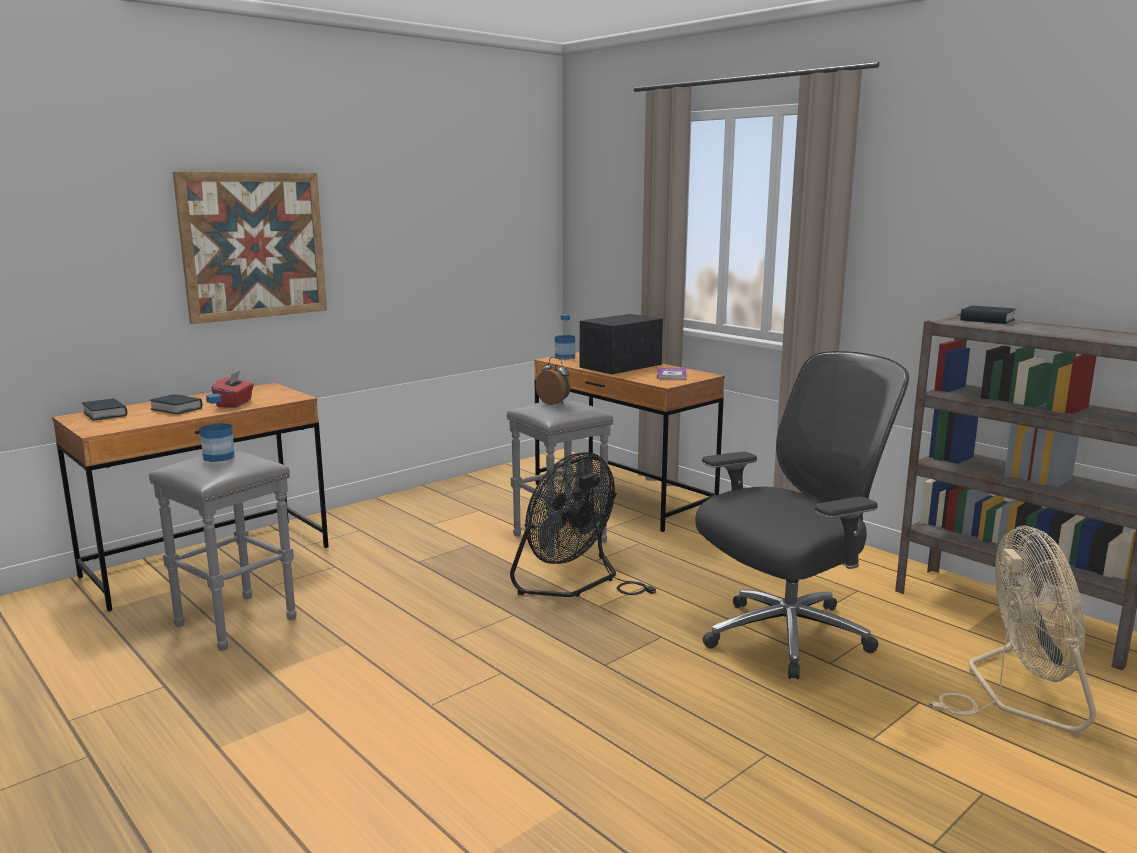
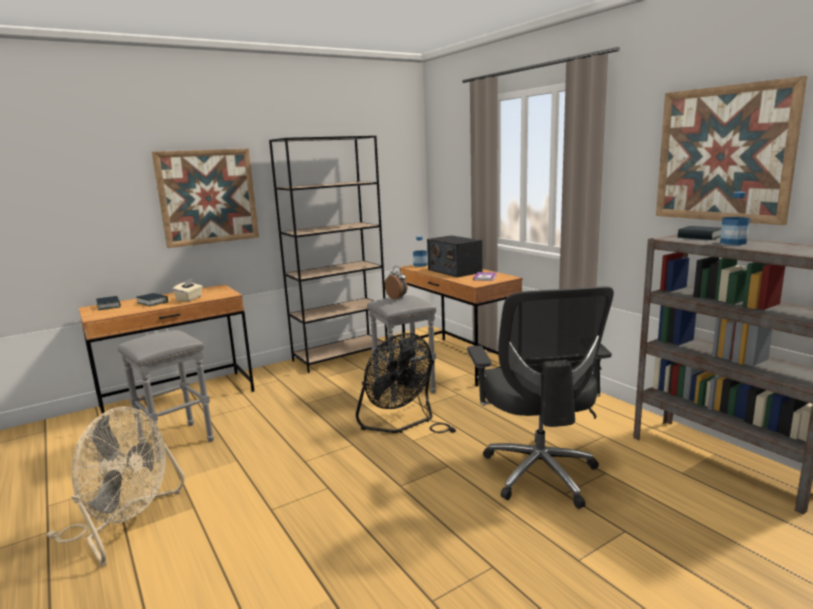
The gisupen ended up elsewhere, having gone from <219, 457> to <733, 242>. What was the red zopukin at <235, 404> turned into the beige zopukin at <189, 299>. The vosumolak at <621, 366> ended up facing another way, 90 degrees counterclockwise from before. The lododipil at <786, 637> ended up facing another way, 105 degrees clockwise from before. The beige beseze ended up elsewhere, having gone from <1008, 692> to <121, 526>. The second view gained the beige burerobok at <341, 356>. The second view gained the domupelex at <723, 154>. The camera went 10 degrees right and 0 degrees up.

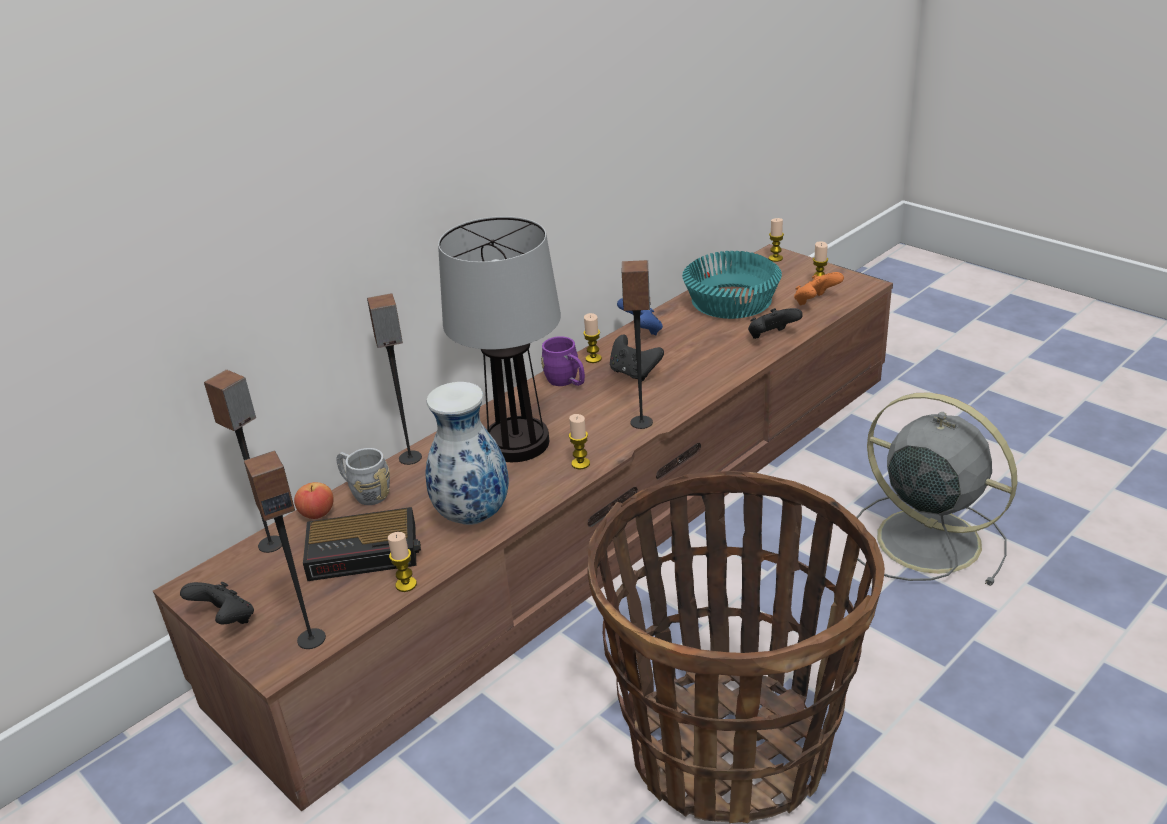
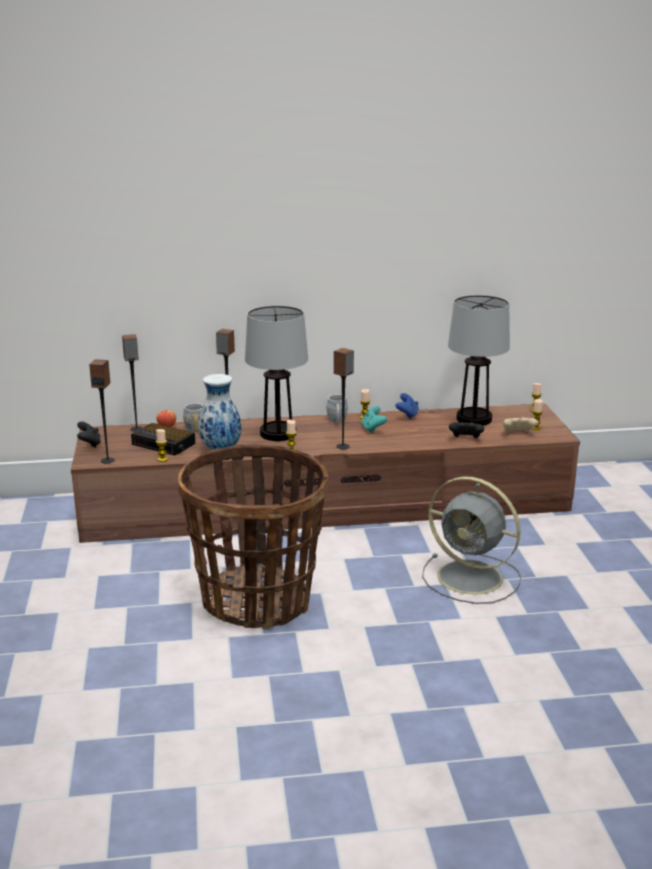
What was the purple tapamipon at <566, 382> turned into the grey tapamipon at <337, 421>. What was the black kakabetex at <634, 373> turned into the turquoise kakabetex at <373, 429>. Where the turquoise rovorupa stood at <731, 301>, the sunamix came to stand at <474, 419>. What was the orange kakabetex at <815, 302> turned into the beige kakabetex at <518, 434>. The grey beseze at <924, 538> ended up facing another way, 135 degrees clockwise from before. The camera went 35 degrees right and 10 degrees down.

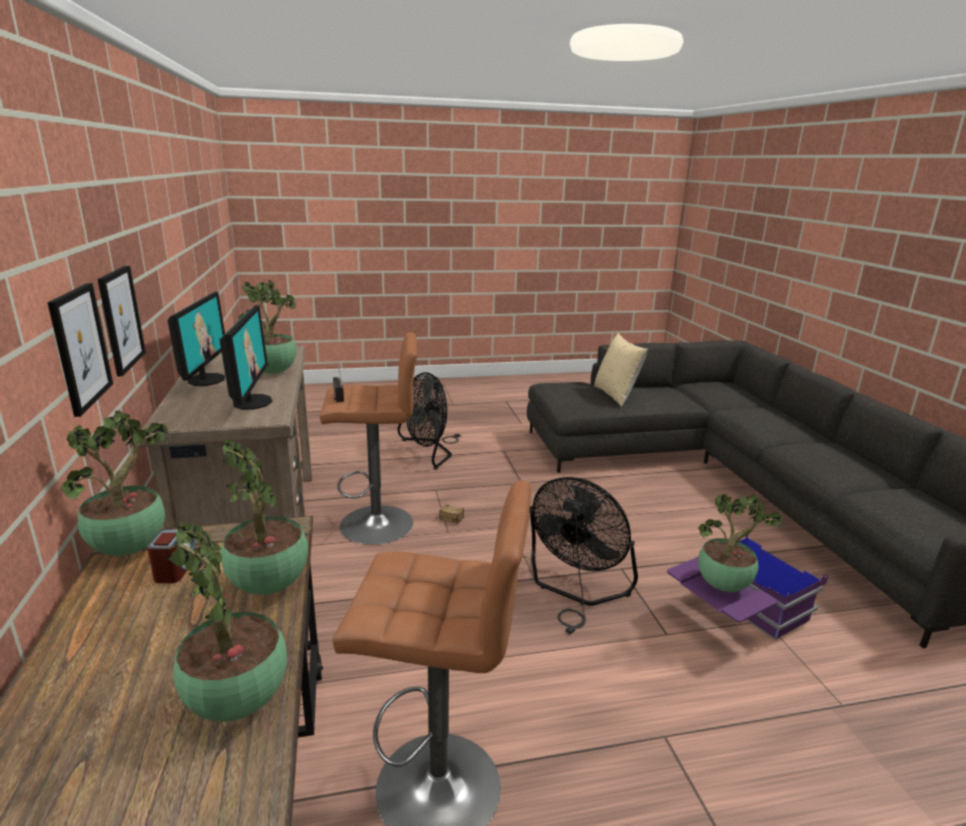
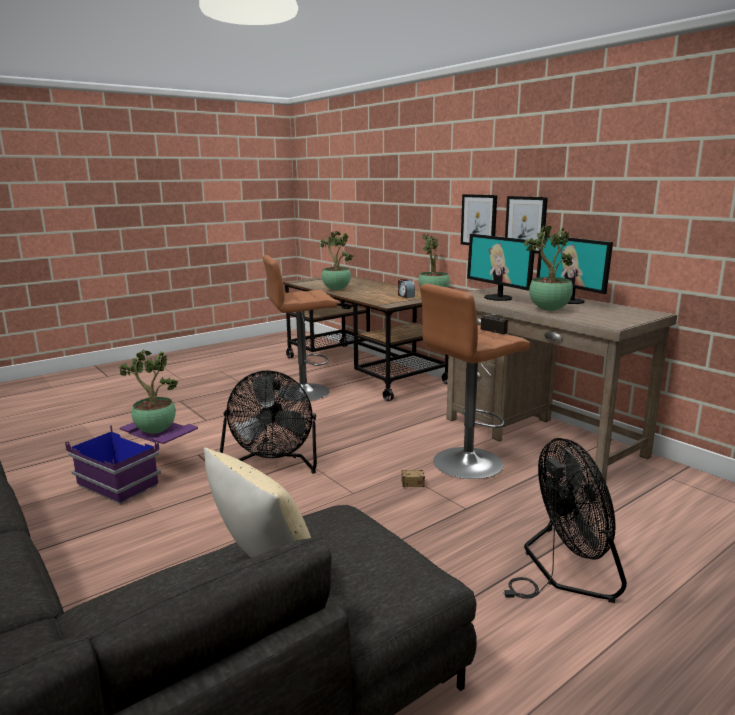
The second view lost the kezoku at <270, 587>. The black beseze at <431, 450> ended up facing another way, 45 degrees clockwise from before. The camera went 155 degrees right and 5 degrees down.

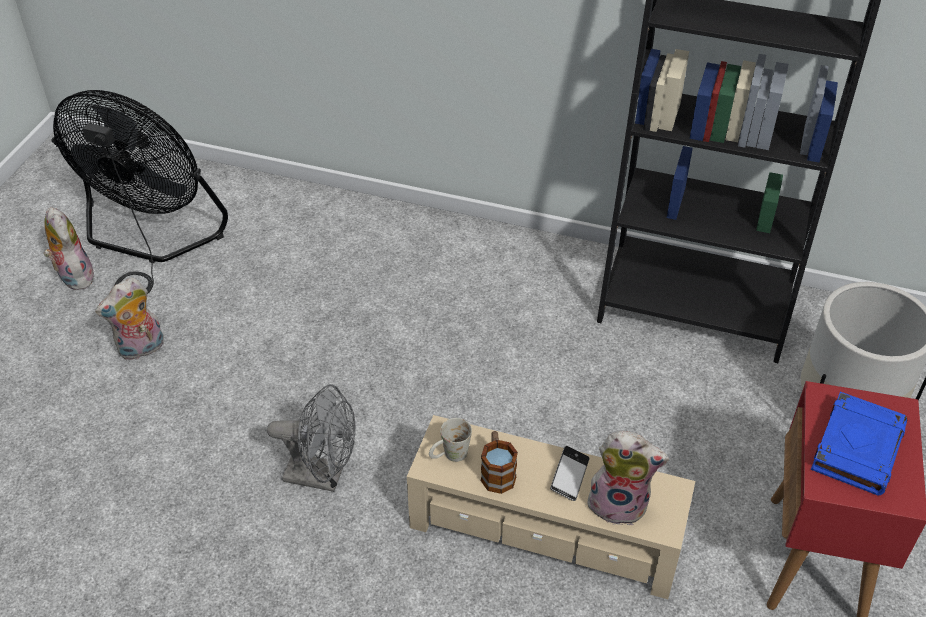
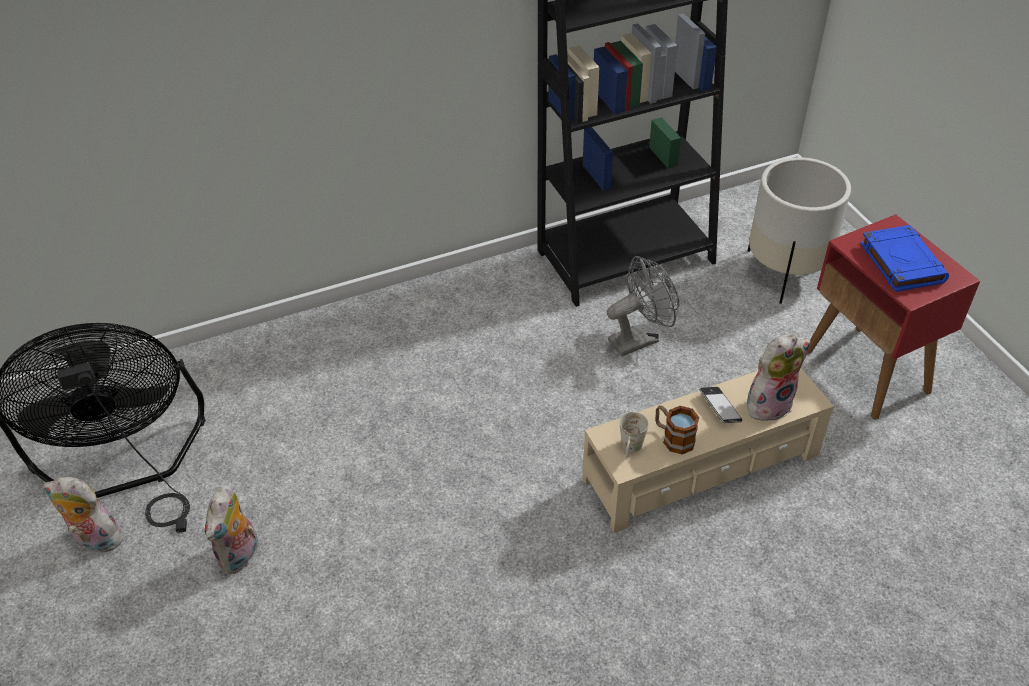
The grey beseze ended up elsewhere, having gone from <323, 476> to <639, 338>. The camera went 40 degrees left and 0 degrees up.

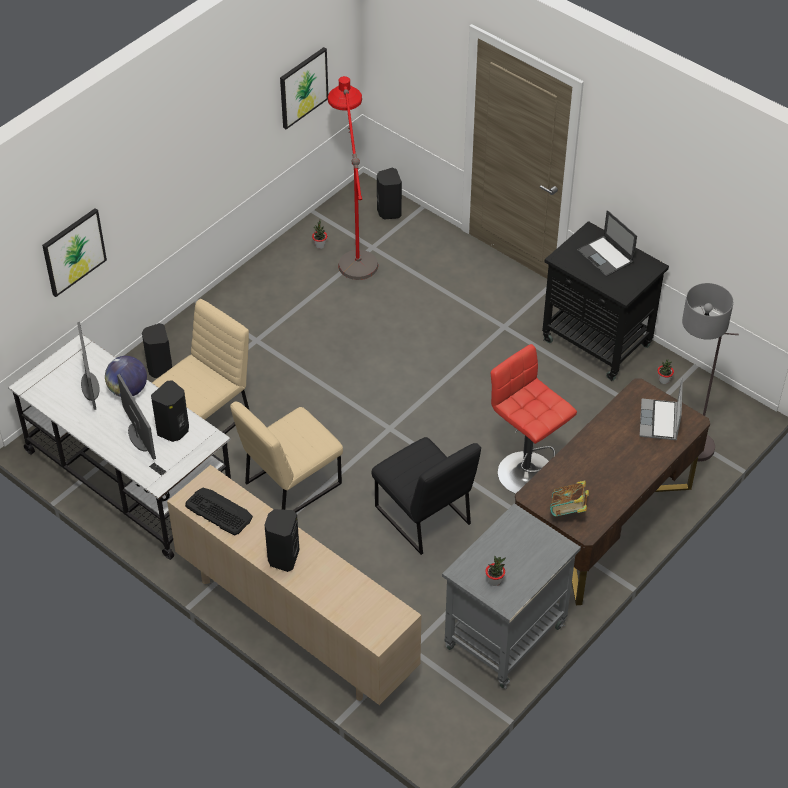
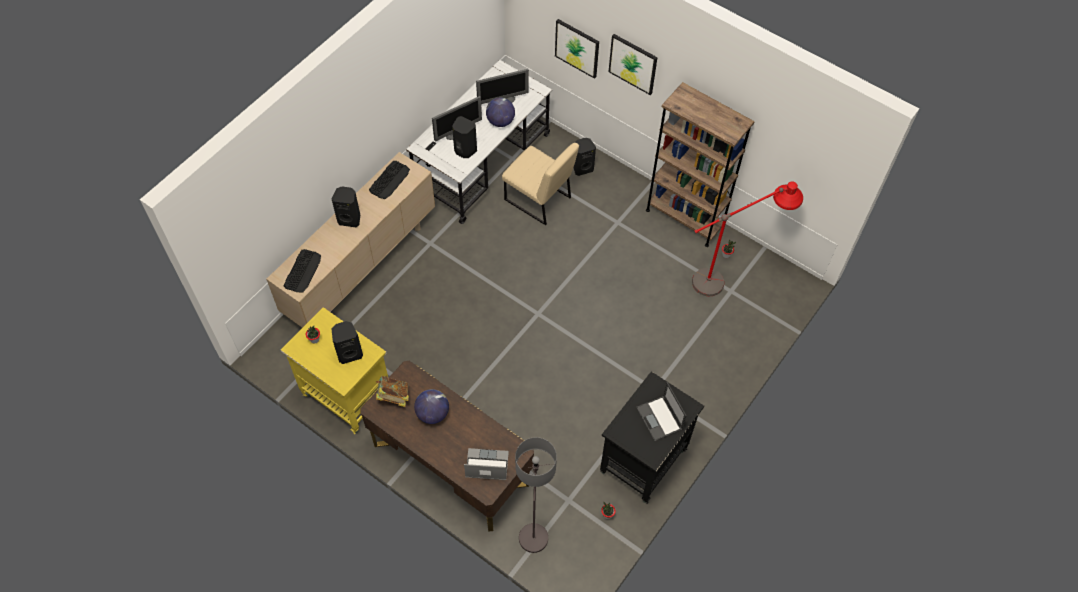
The second view lost the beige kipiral at <290, 484>. The domupelex ended up elsewhere, having gone from <303, 87> to <633, 63>. The second view lost the black kipiral at <424, 517>. The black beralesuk ended up elsewhere, having gone from <388, 212> to <349, 353>. What was the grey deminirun at <504, 638> turned into the yellow deminirun at <346, 395>. The second view lost the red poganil at <525, 473>. The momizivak at <605, 257> ended up facing another way, 75 degrees counterclockwise from before. The second view gained the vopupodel at <303, 271>. The second view gained the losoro at <432, 413>. The second view gained the brown burerobok at <684, 218>. The camera went 85 degrees right and 10 degrees up.

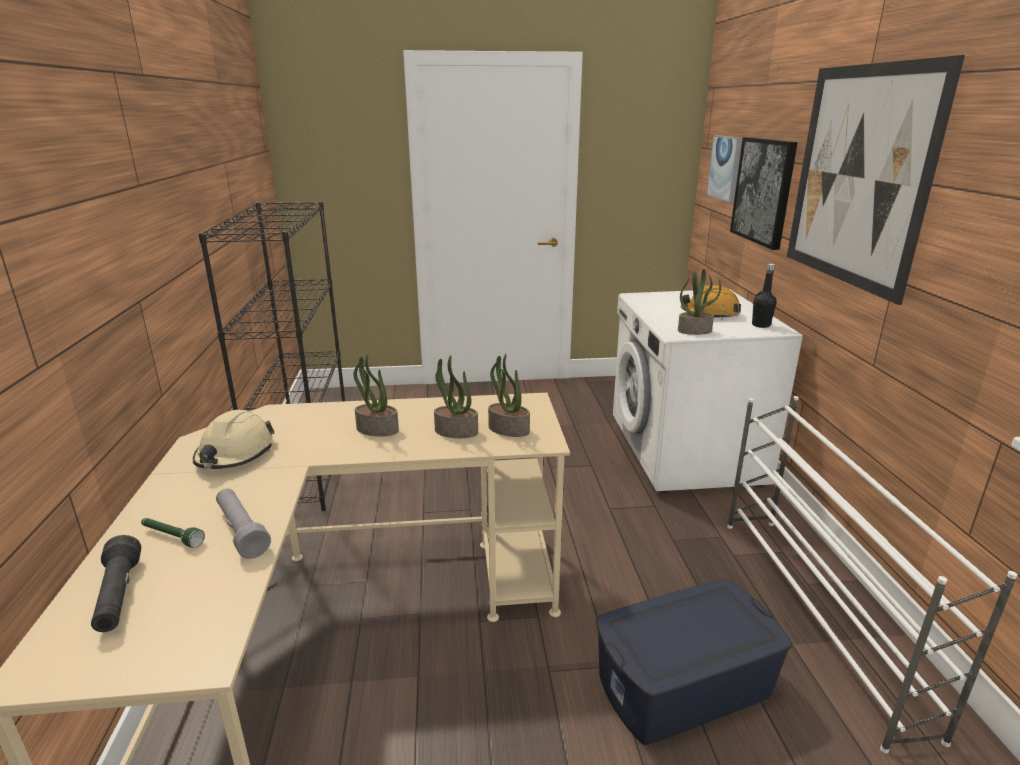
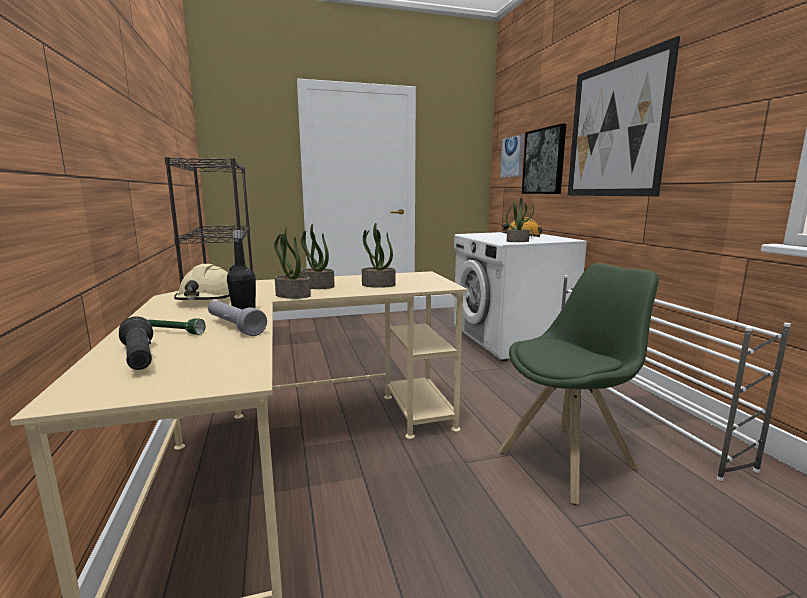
The kezoku ended up elsewhere, having gone from <508, 429> to <292, 295>. Where the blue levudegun stood at <684, 686>, the green kipiral came to stand at <568, 460>. The black gisupen ended up elsewhere, having gone from <761, 325> to <244, 309>. The camera went 10 degrees left and 10 degrees down.

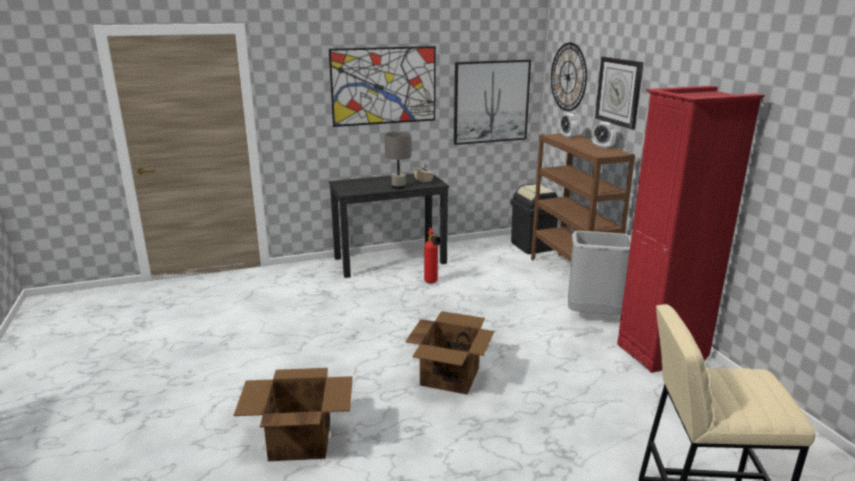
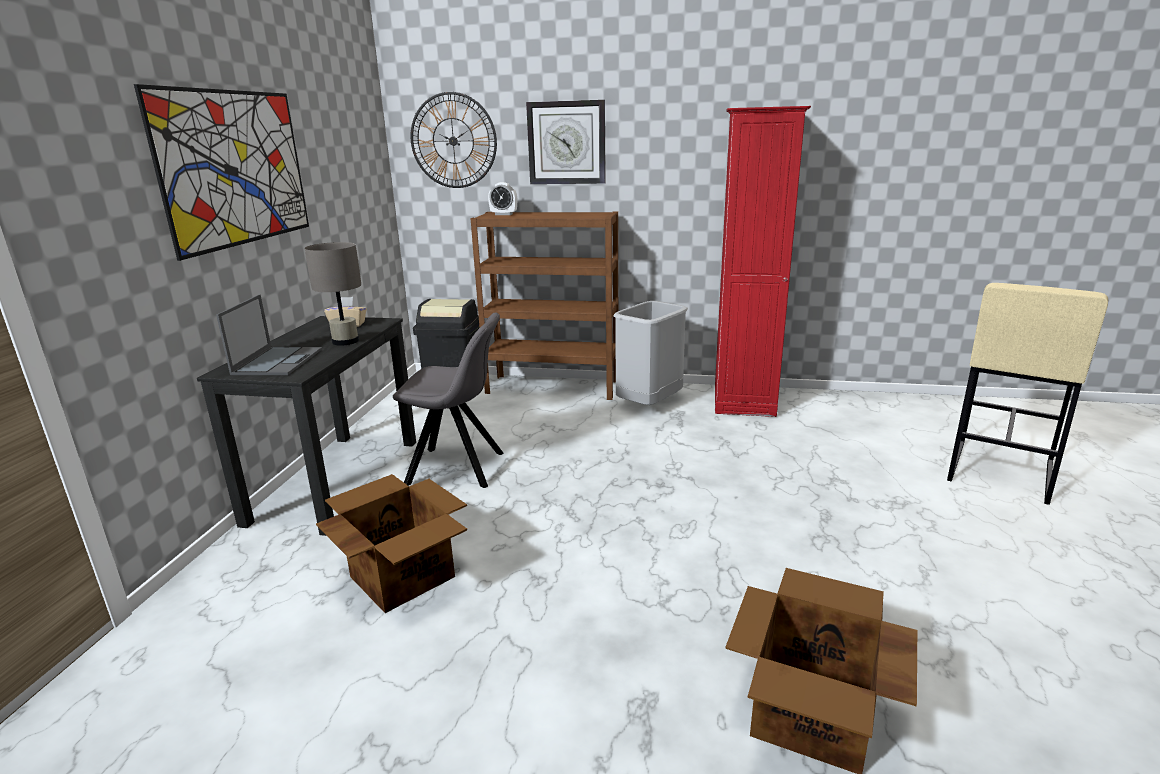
The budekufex ended up elsewhere, having gone from <450, 376> to <402, 576>. Where the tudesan stood at <432, 283>, the grey kipiral came to stand at <457, 468>. The second view lost the domupelex at <491, 102>. The second view lost the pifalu at <602, 147>. The second view gained the momizivak at <278, 361>. The camera went 60 degrees left and 0 degrees up.

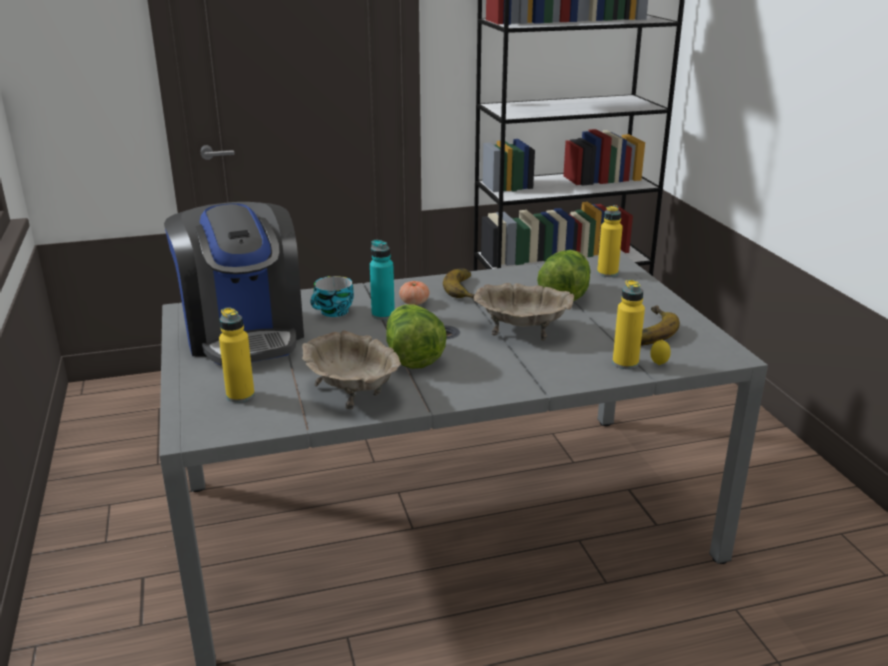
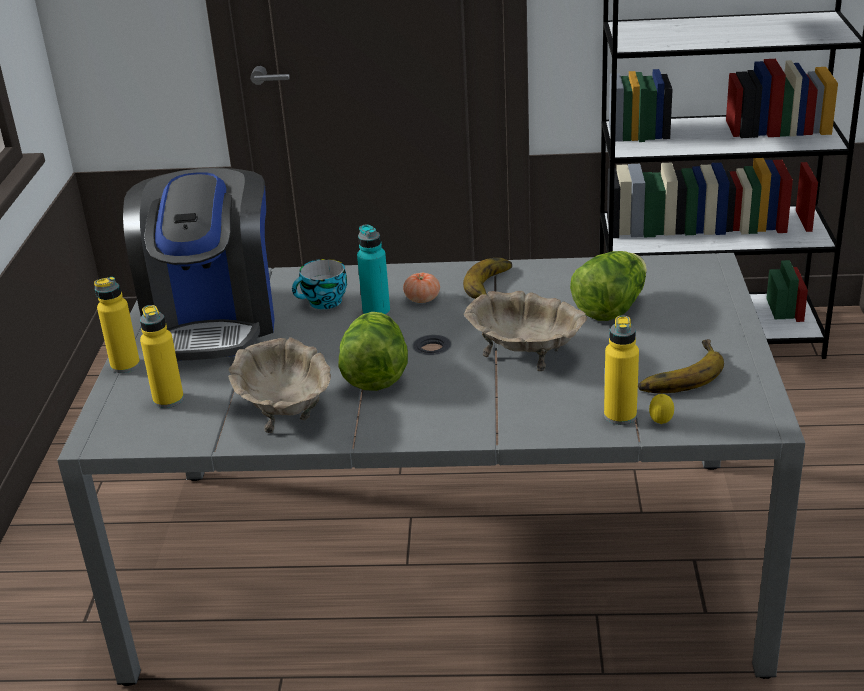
The yellow gisupen ended up elsewhere, having gone from <607, 273> to <125, 365>. The camera went 20 degrees right and 5 degrees up.

